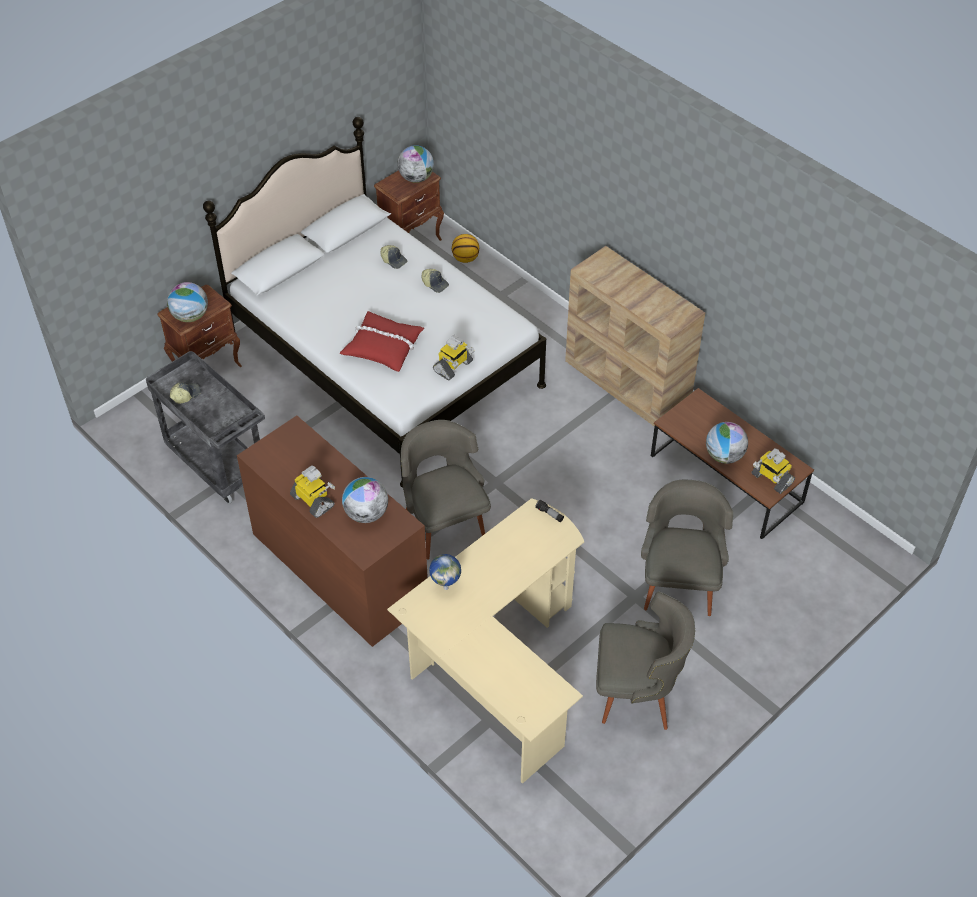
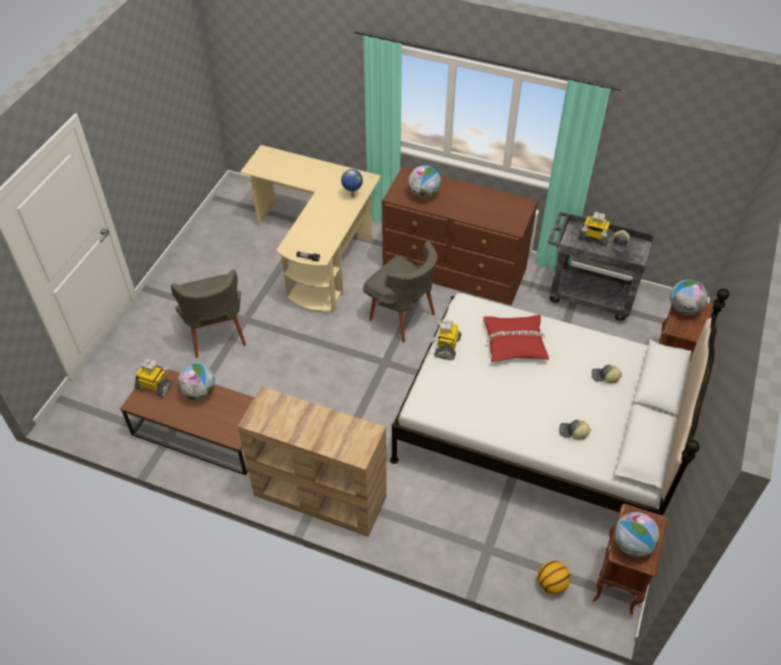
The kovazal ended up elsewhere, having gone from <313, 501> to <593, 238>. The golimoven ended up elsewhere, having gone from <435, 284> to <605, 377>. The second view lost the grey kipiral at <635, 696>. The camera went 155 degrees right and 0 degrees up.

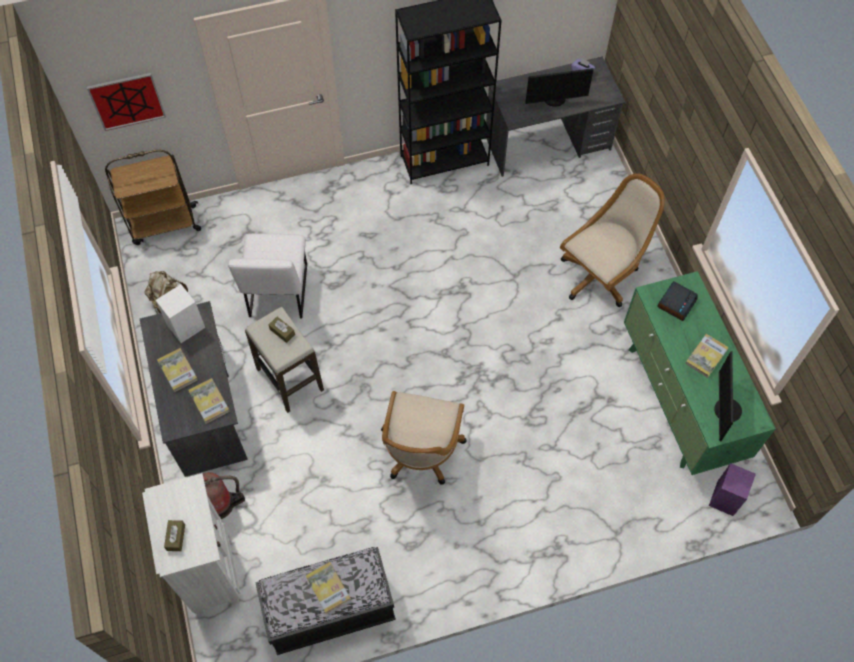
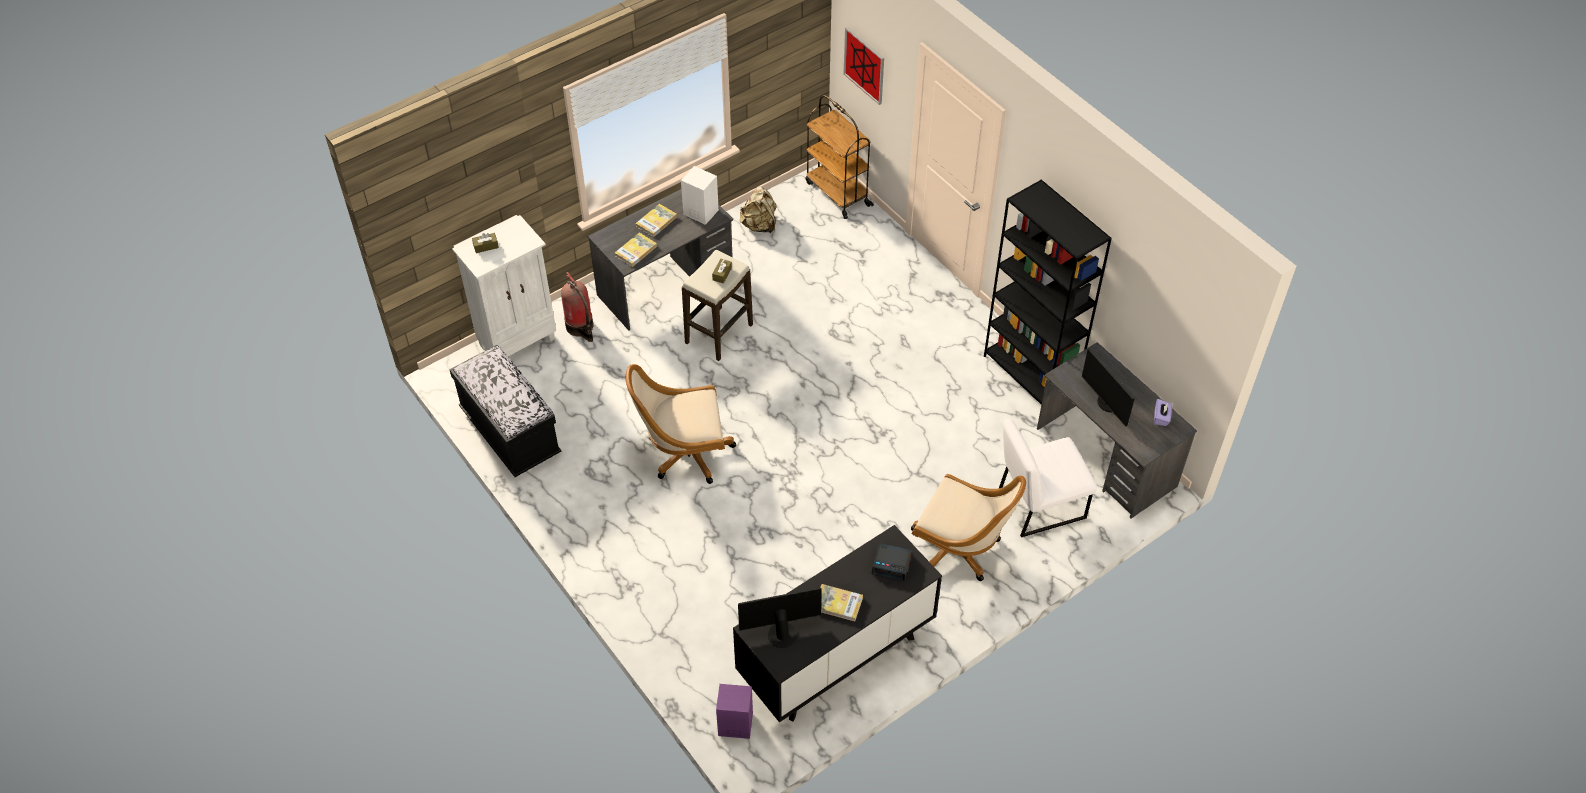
The white kipiral ended up elsewhere, having gone from <277, 292> to <1038, 504>. The second view lost the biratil at <328, 588>. What was the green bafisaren at <680, 399> turned into the black bafisaren at <836, 658>. The camera went 70 degrees right and 10 degrees down.

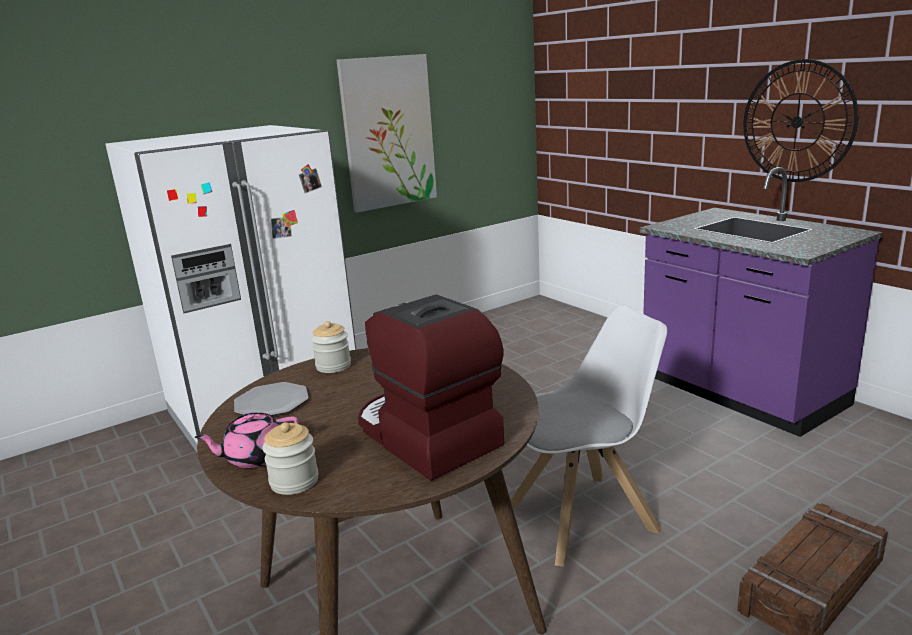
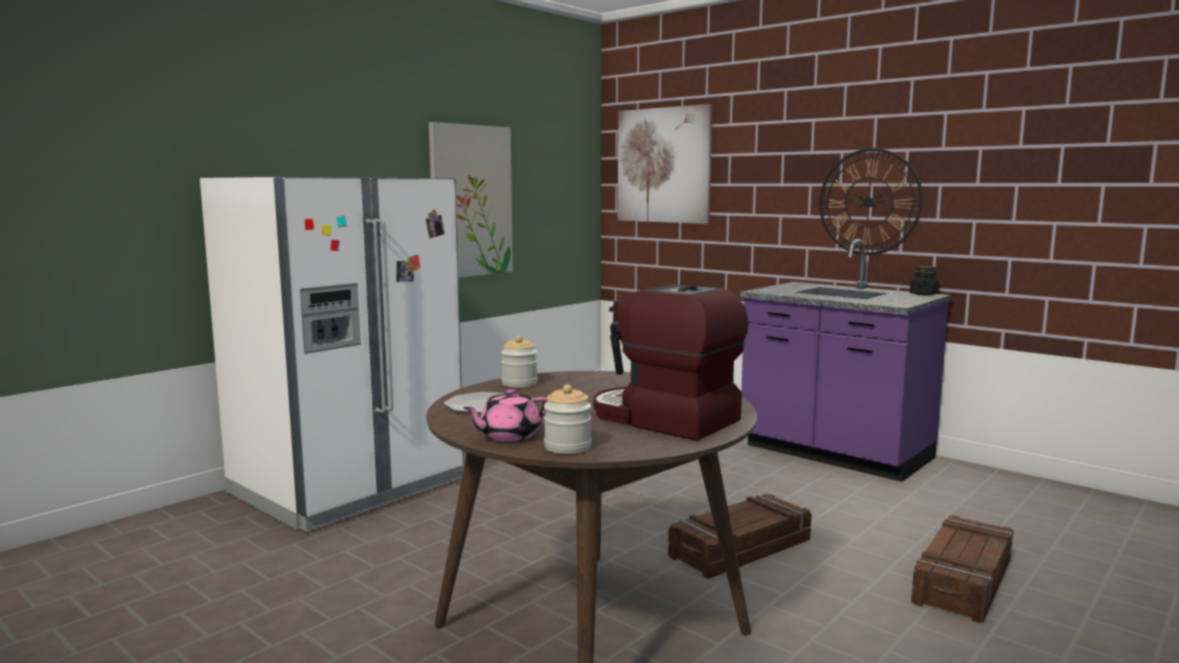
Where the kipiral stood at <585, 516>, the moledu came to stand at <741, 549>. The second view gained the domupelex at <663, 165>. The second view gained the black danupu at <923, 294>. The camera went 15 degrees left and 10 degrees down.

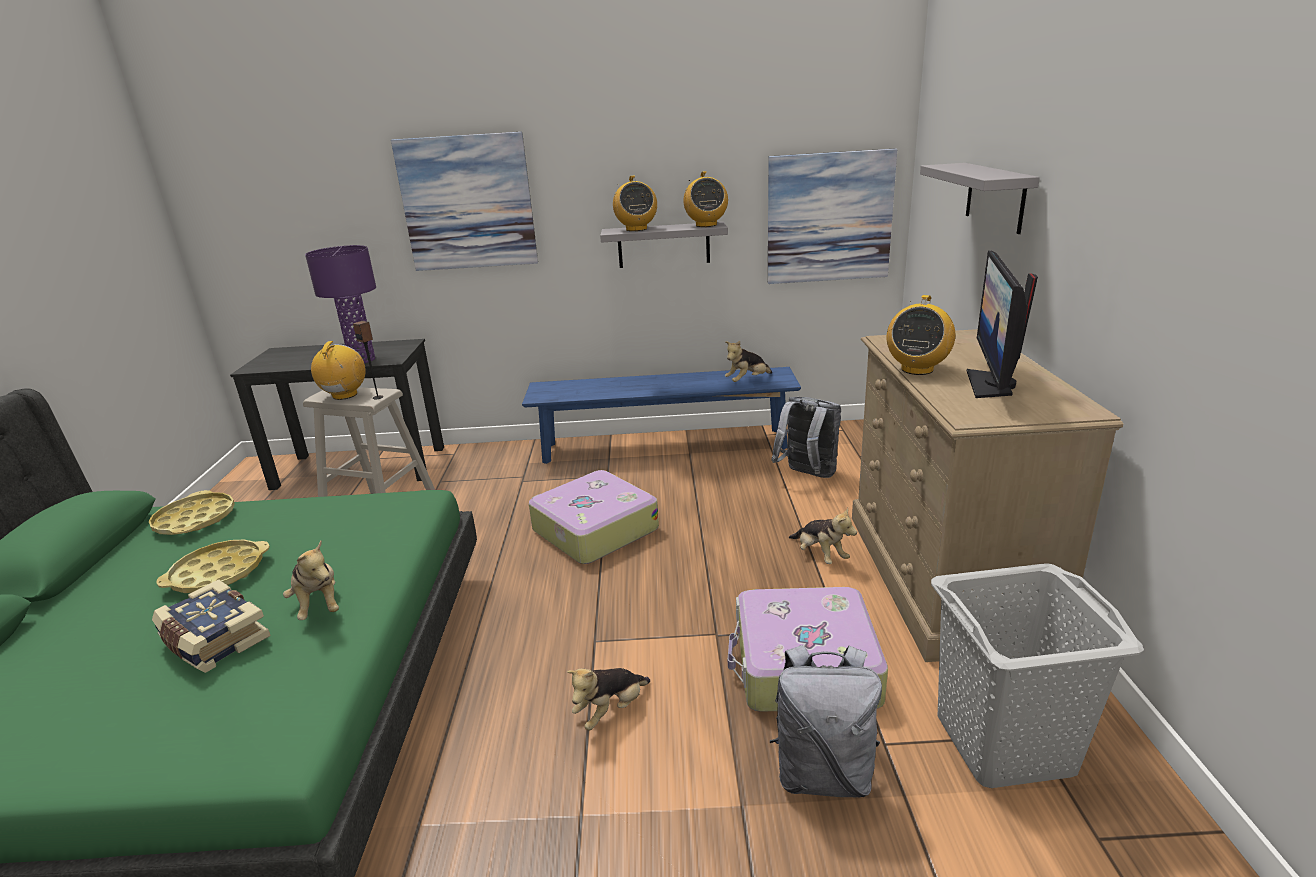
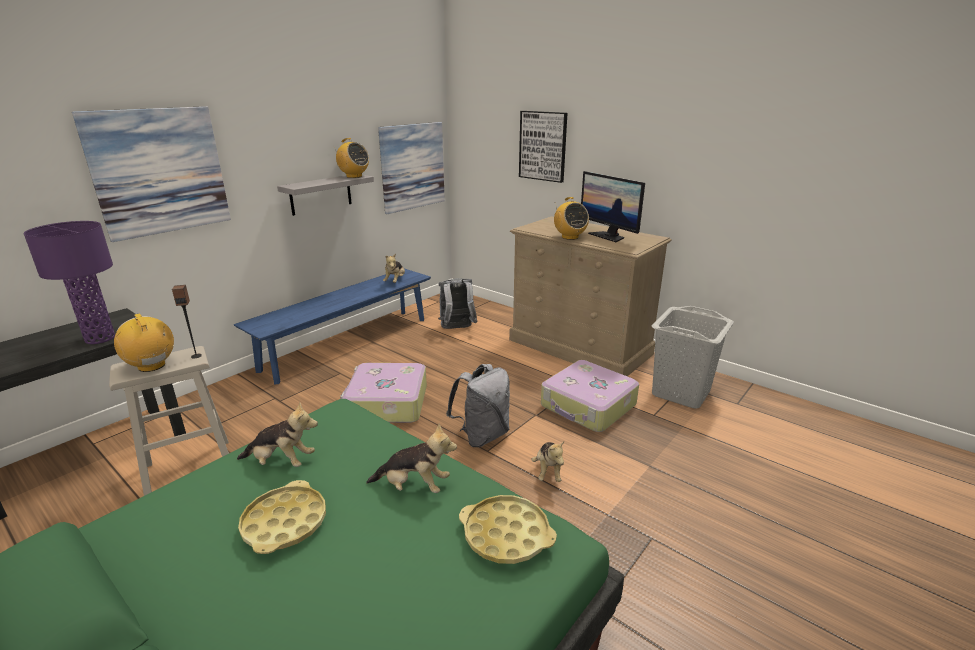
The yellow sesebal ended up elsewhere, having gone from <195, 520> to <506, 535>. The second view lost the biratil at <213, 640>. The second view lost the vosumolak at <636, 229>. The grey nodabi ended up elsewhere, having gone from <823, 773> to <482, 435>. The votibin ended up elsewhere, having gone from <820, 555> to <281, 462>. Where the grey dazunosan hung at <995, 196>, the domupelex came to hang at <543, 146>. The camera went 50 degrees left and 0 degrees up.

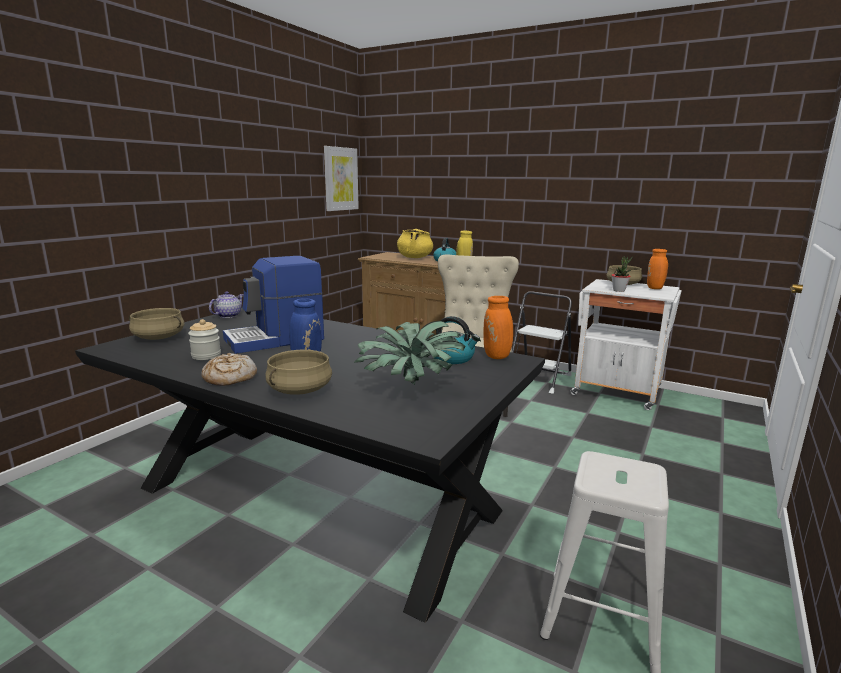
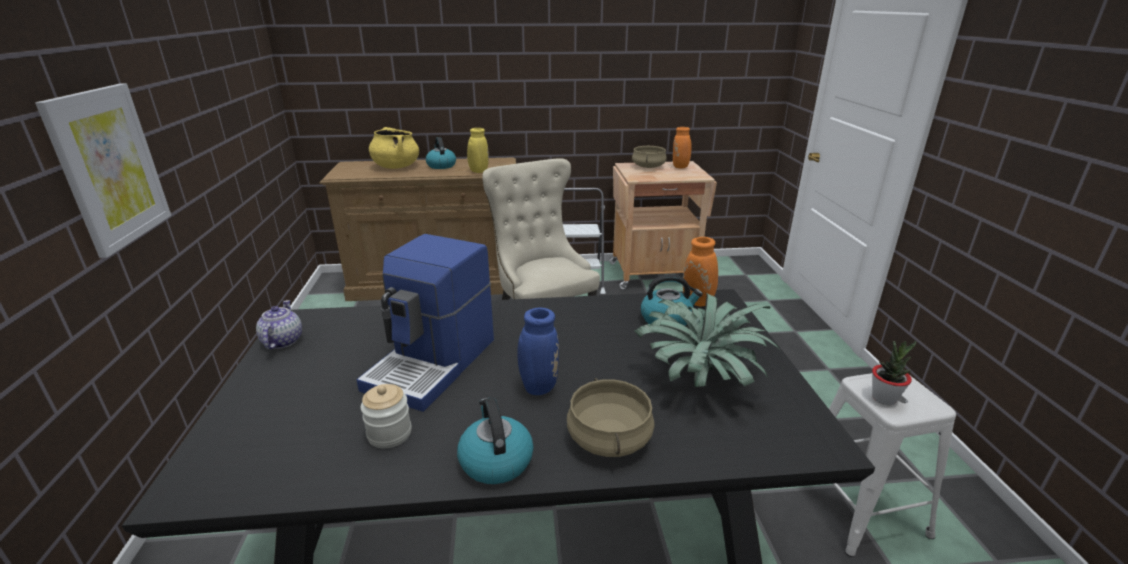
The second view lost the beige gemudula at <158, 337>. Where the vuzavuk stood at <229, 378>, the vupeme came to stand at <495, 460>. The domupelex ended up elsewhere, having gone from <340, 179> to <109, 167>. What was the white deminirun at <618, 392> turned into the brown deminirun at <654, 274>. The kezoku ended up elsewhere, having gone from <619, 290> to <884, 398>. The camera went 35 degrees left and 10 degrees up.

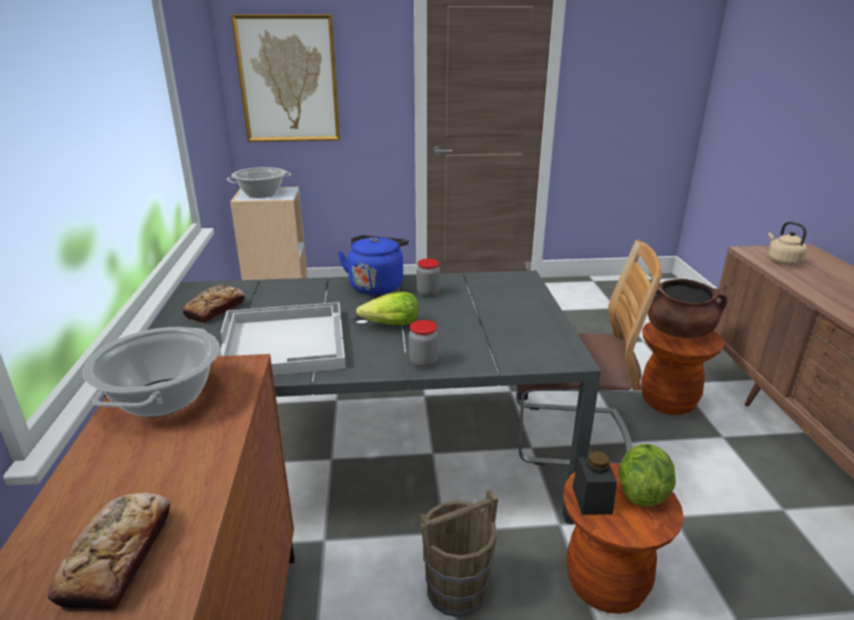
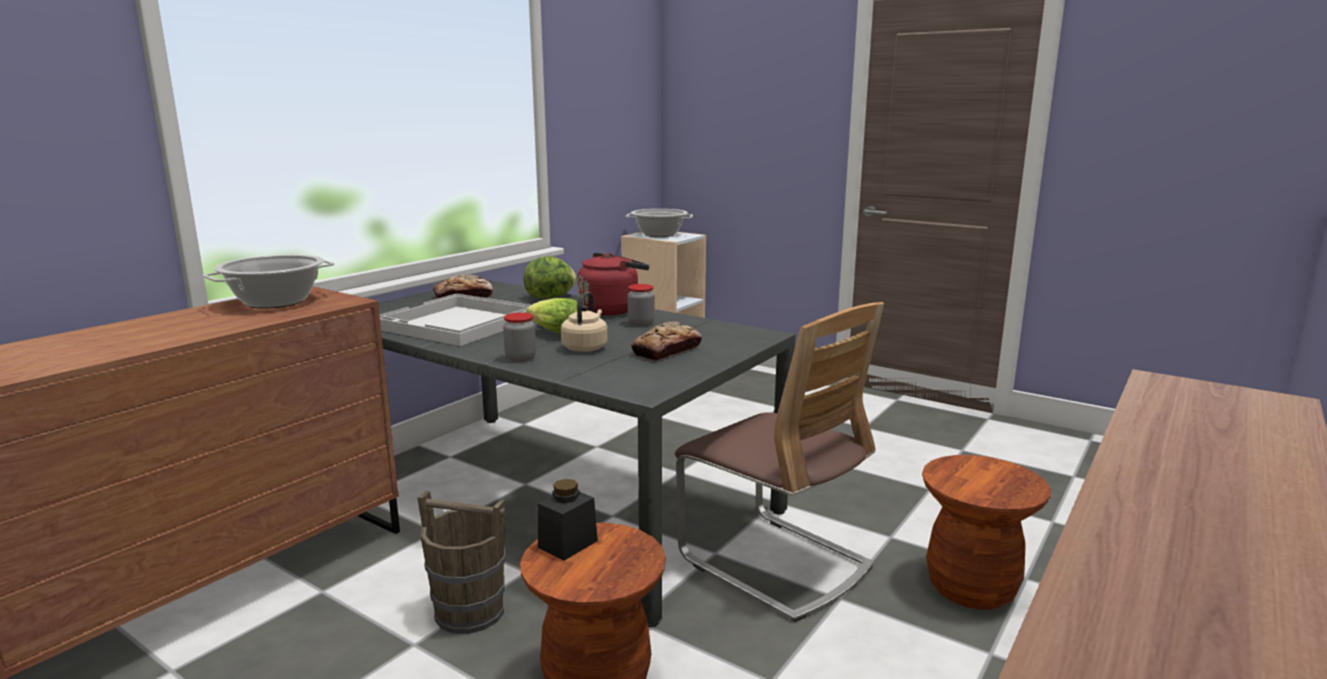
The vuzavuk ended up elsewhere, having gone from <118, 558> to <667, 351>. The second view lost the domupelex at <288, 79>. What was the blue vupeme at <377, 285> turned into the red vupeme at <611, 310>. The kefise ended up elsewhere, having gone from <641, 492> to <551, 297>. The second view lost the brown gemudula at <678, 332>. The beige vupeme ended up elsewhere, having gone from <782, 261> to <585, 347>. The camera went 40 degrees right and 10 degrees down.

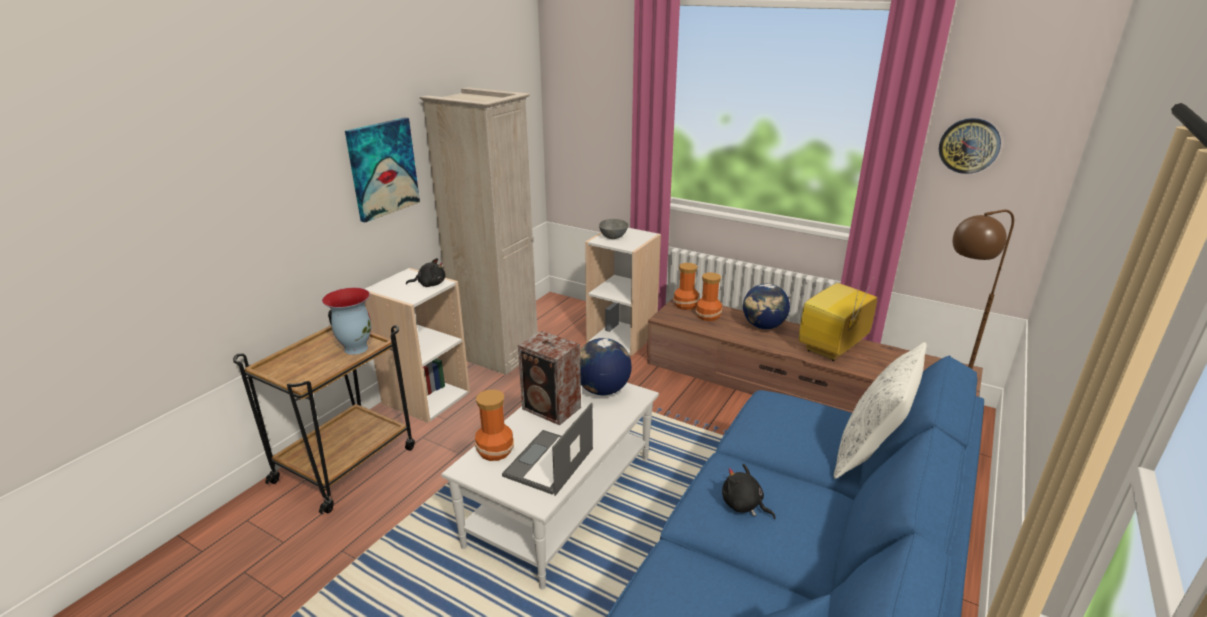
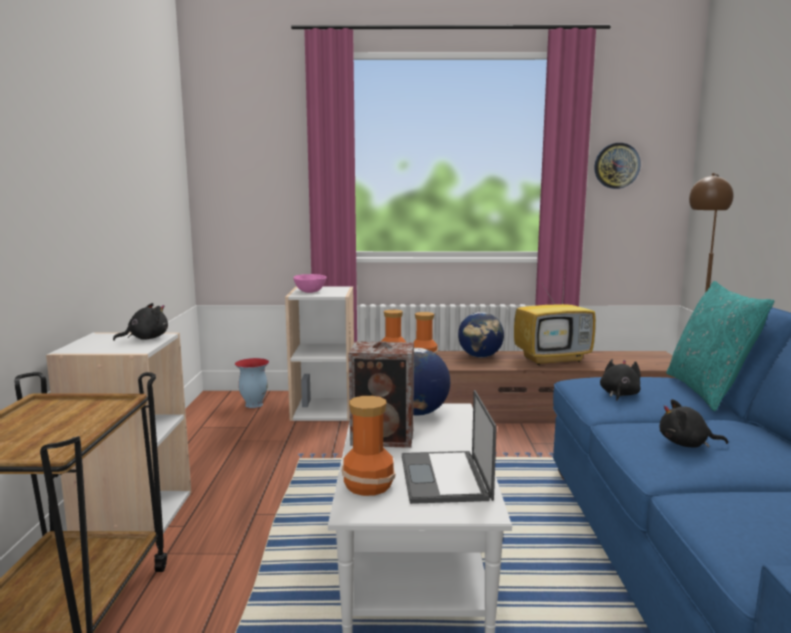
The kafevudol ended up elsewhere, having gone from <355, 348> to <253, 404>. The second view lost the domupelex at <382, 168>. The second view lost the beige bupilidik at <497, 353>. What was the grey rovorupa at <613, 237> turned into the pink rovorupa at <310, 291>. The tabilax at <833, 348> ended up facing another way, 120 degrees counterclockwise from before. What was the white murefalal at <870, 453> turned into the turquoise murefalal at <708, 392>. The second view gained the black votibin at <619, 394>. The camera went 30 degrees left and 15 degrees down.

